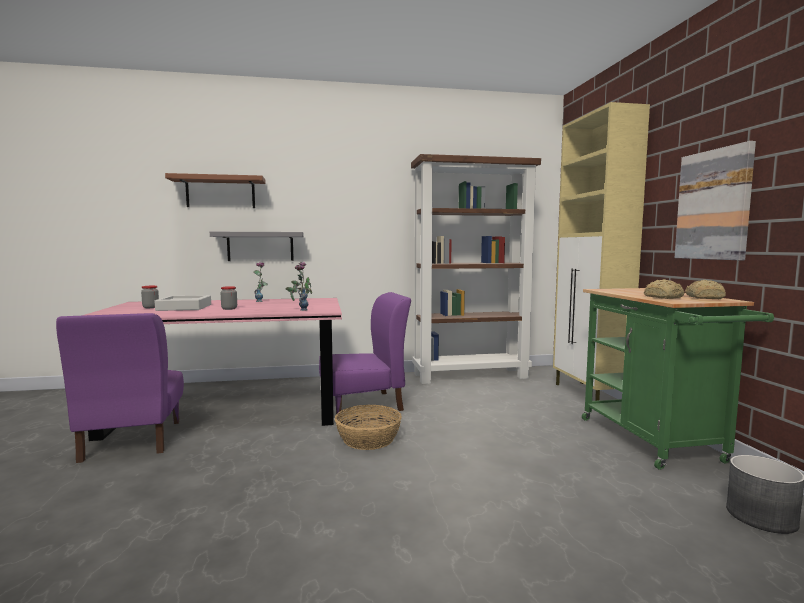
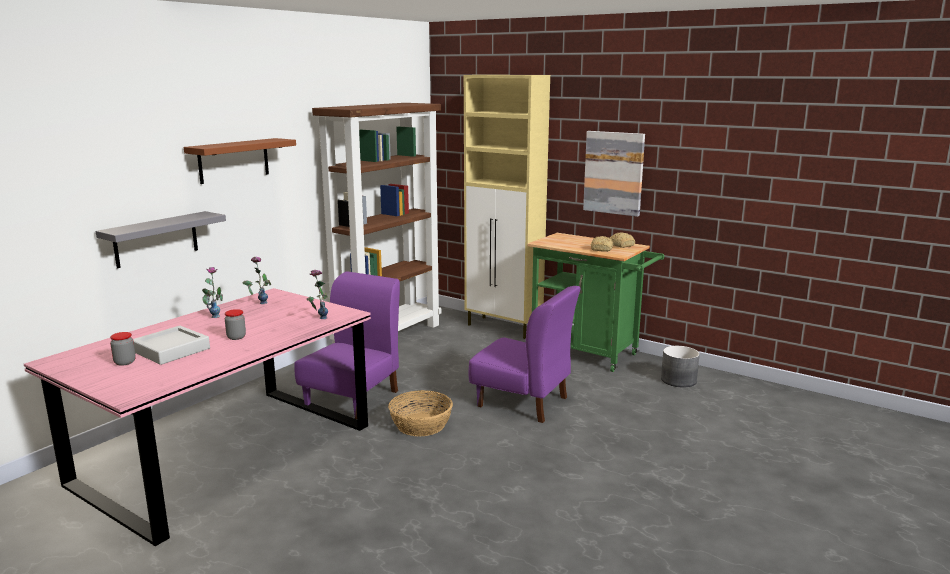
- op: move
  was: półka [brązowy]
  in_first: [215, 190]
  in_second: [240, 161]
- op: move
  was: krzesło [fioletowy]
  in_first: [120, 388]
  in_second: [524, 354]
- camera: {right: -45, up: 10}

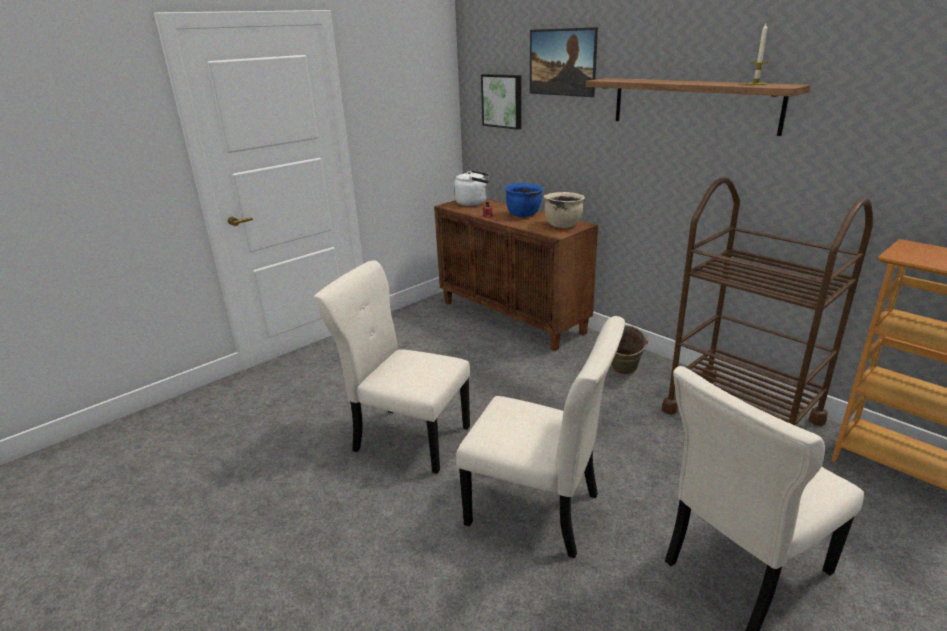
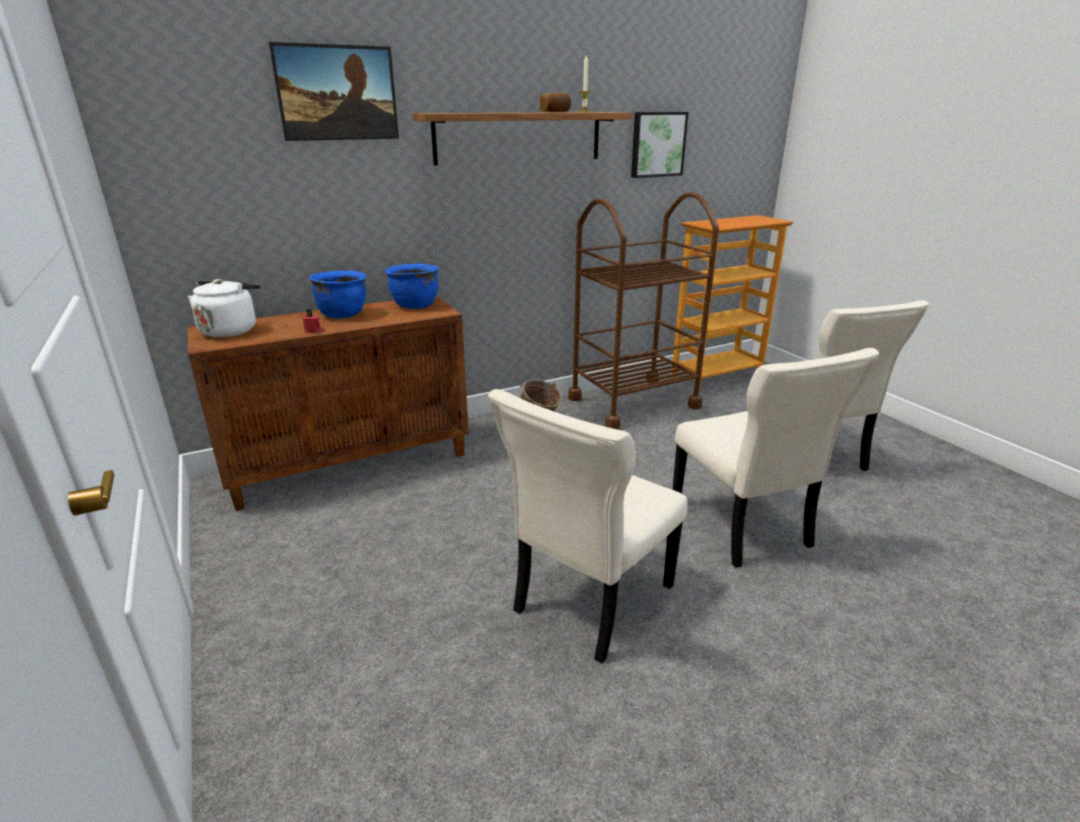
- op: recolor
  was: garnek [beżowy]
  now: garnek [niebieski]
  in_first: [564, 210]
  in_second: [411, 286]
- op: insert
  now: chleb
  in_second: [555, 102]
- op: move
  was: obraz
  in_first: [501, 102]
  in_second: [659, 145]
- op: rotate
  was: krzesło [beżowy]
  in_first: [540, 437]
  in_second: [776, 458]
  clockwise: 120
- camera: {right: -75, up: 0}

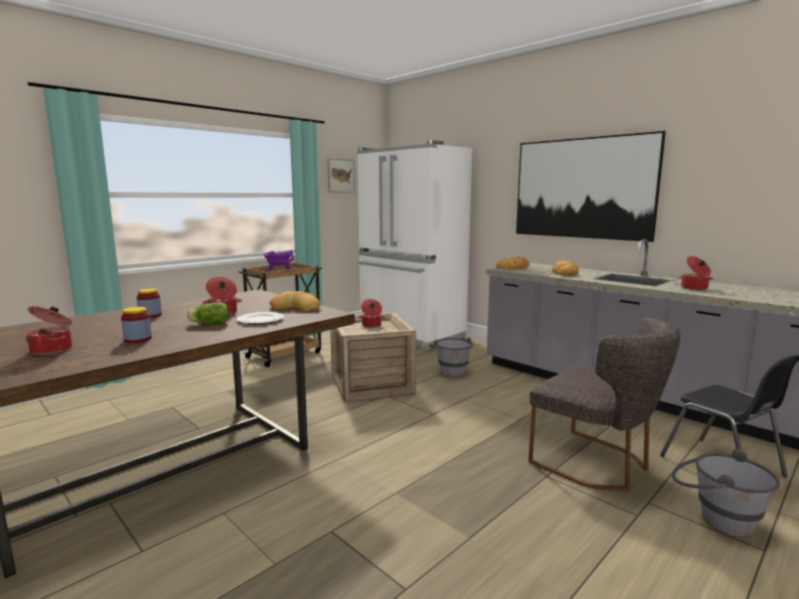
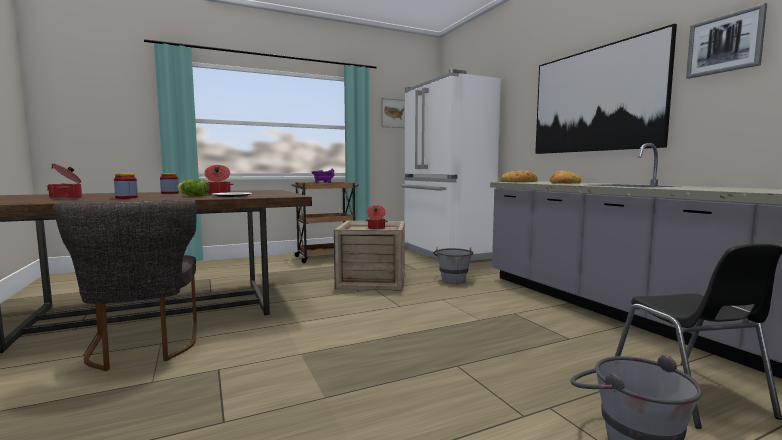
- op: move
  was: krzesło [szary]
  in_first: [604, 404]
  in_second: [125, 285]
- op: insert
  now: obraz
  in_second: [726, 41]
- op: delete
  was: chleb
  in_first: [295, 301]
- op: delete
  was: garnek
  in_first: [696, 273]
- camera: {right: 20, up: -5}

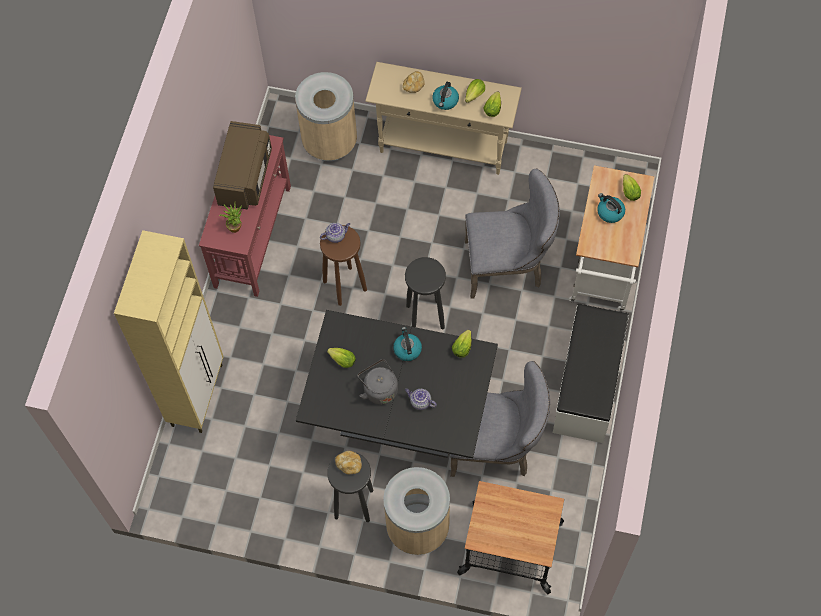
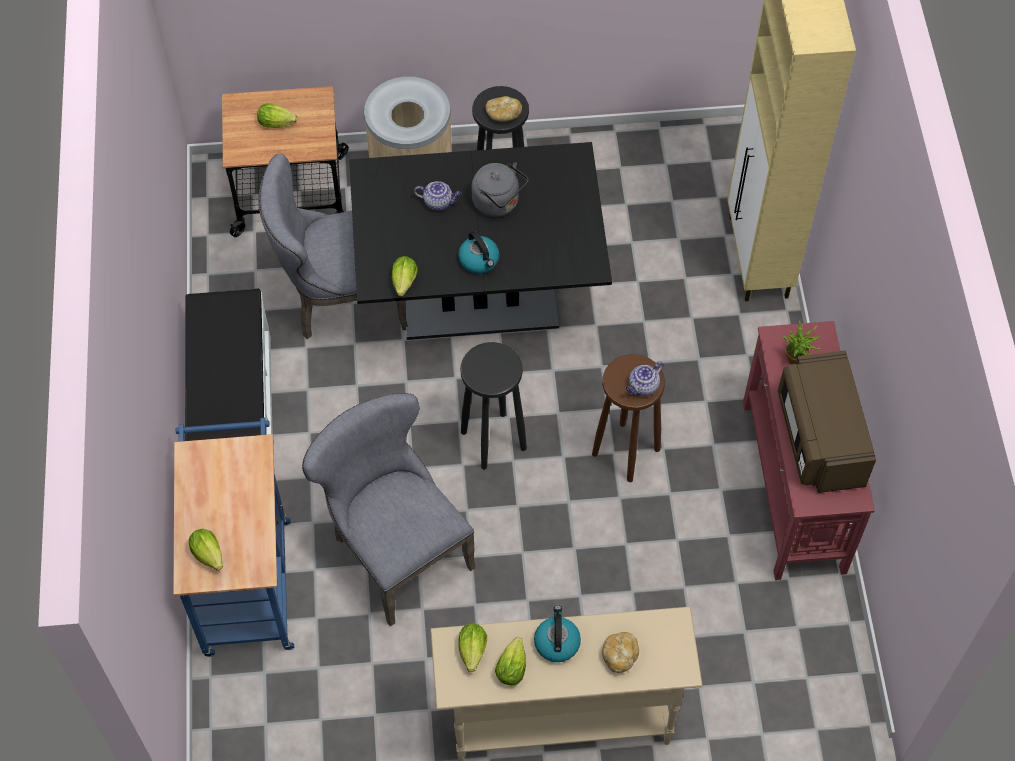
- op: recolor
  was: wózek [biały]
  now: wózek [niebieski]
  in_first: [611, 238]
  in_second: [234, 537]
- op: move
  was: sałata
  in_first: [341, 358]
  in_second: [277, 115]
- op: rotate
  was: krzesło [szary]
  in_first: [512, 234]
  in_second: [388, 510]
  clockwise: 75
- op: delete
  was: kosz na śmieci [beżowy]
  in_first: [326, 116]
- op: delete
  was: czajnik
  in_first: [611, 208]
- camera: {right: 160, up: -5}

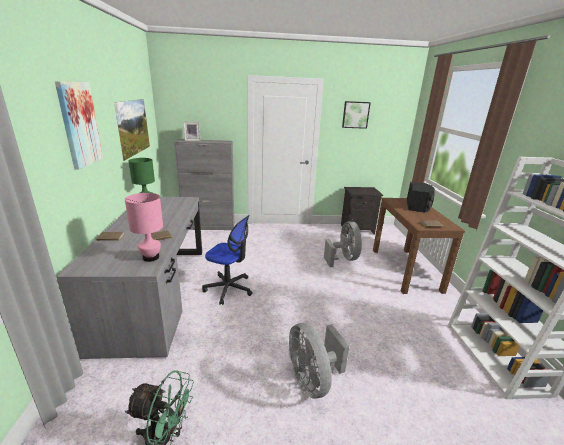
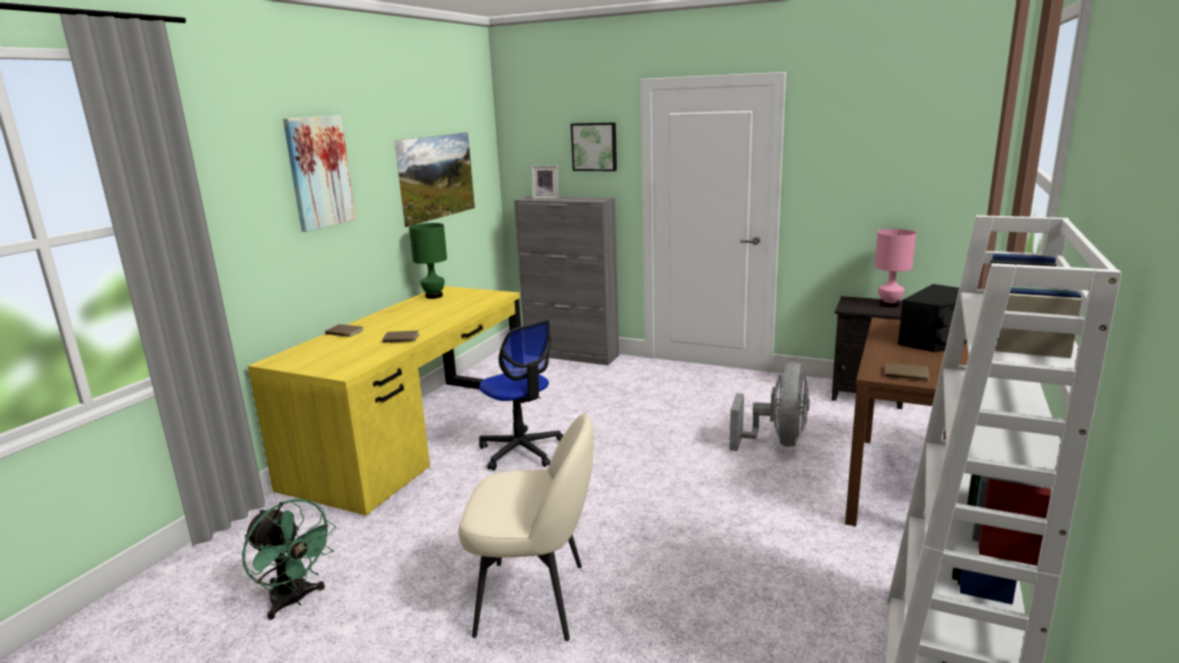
- op: recolor
  was: biurko [szary]
  now: biurko [żółty]
  in_first: [129, 278]
  in_second: [384, 401]
- op: replace
  was: wentylator [szary]
  now: krzesło [beżowy]
  in_first: [319, 361]
  in_second: [525, 527]
- op: move
  was: obraz
  in_first: [356, 115]
  in_second: [594, 146]
- op: move
  was: lampa stołowa [różowy]
  in_first: [144, 227]
  in_second: [895, 268]
- camera: {right: 30, up: -5}

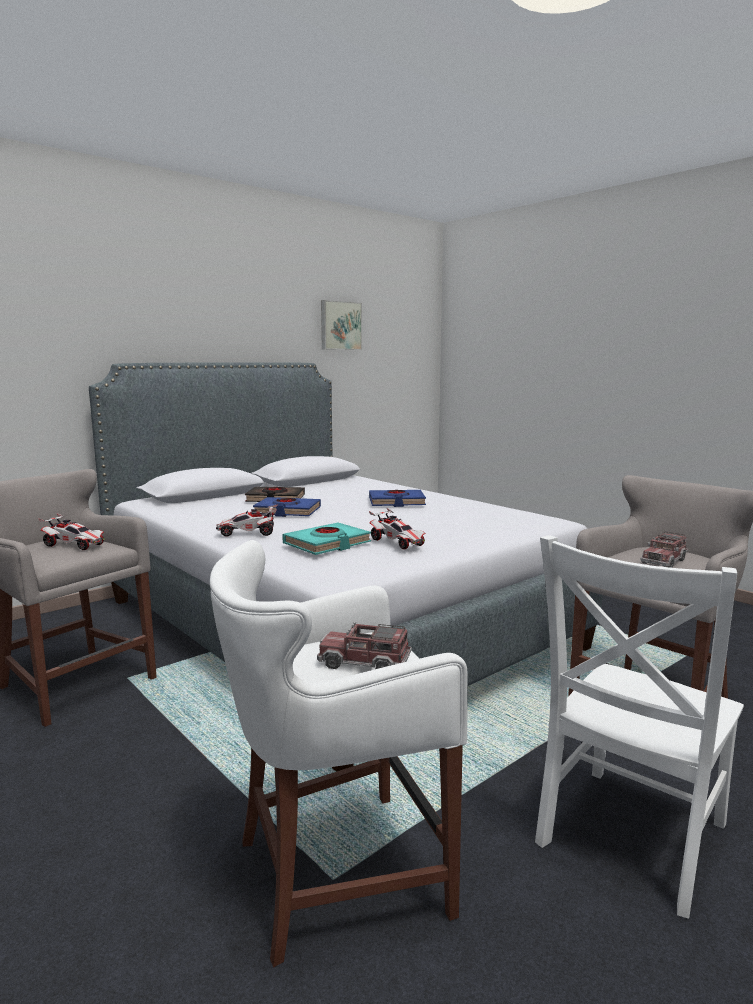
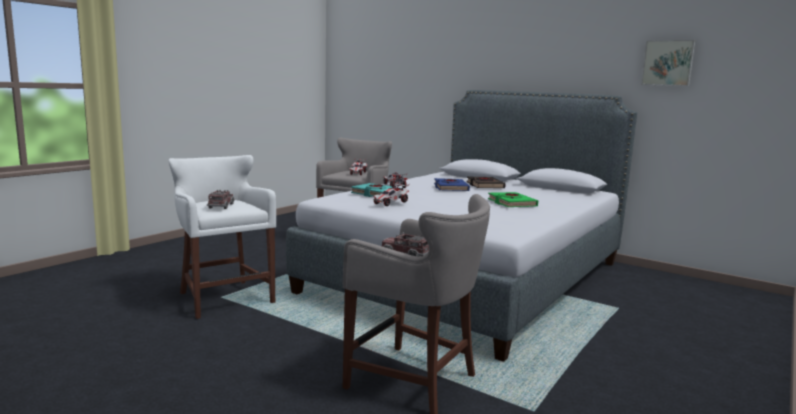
- op: recolor
  was: książka [niebieski]
  now: książka [zielony]
  in_first: [397, 498]
  in_second: [513, 199]
- op: delete
  was: krzesło [biały]
  in_first: [639, 727]
- camera: {right: 75, up: 0}

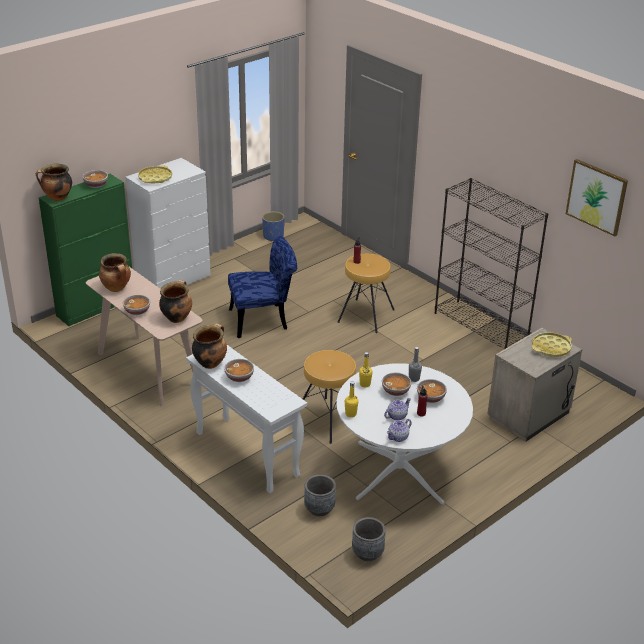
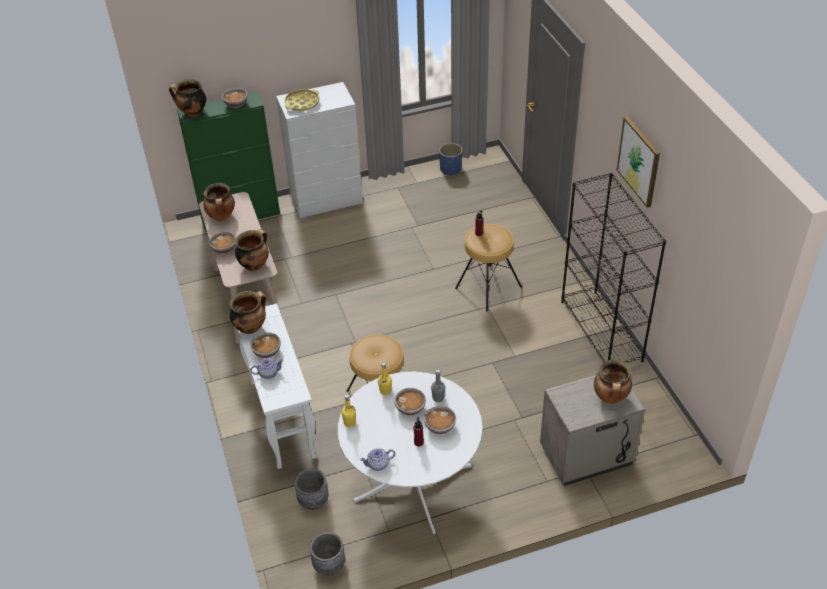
- op: move
  was: imbryk
  in_first: [397, 409]
  in_second: [267, 368]
- op: replace
  was: taca [żółty]
  now: garnek
  in_first: [552, 344]
  in_second: [613, 382]
- op: move
  was: obraz
  in_first: [597, 197]
  in_second: [638, 162]
- op: delete
  was: krzesło [niebieski]
  in_first: [262, 287]
- camera: {right: 25, up: 10}

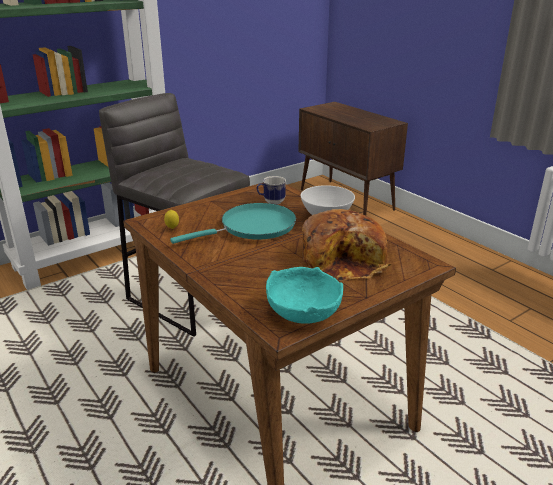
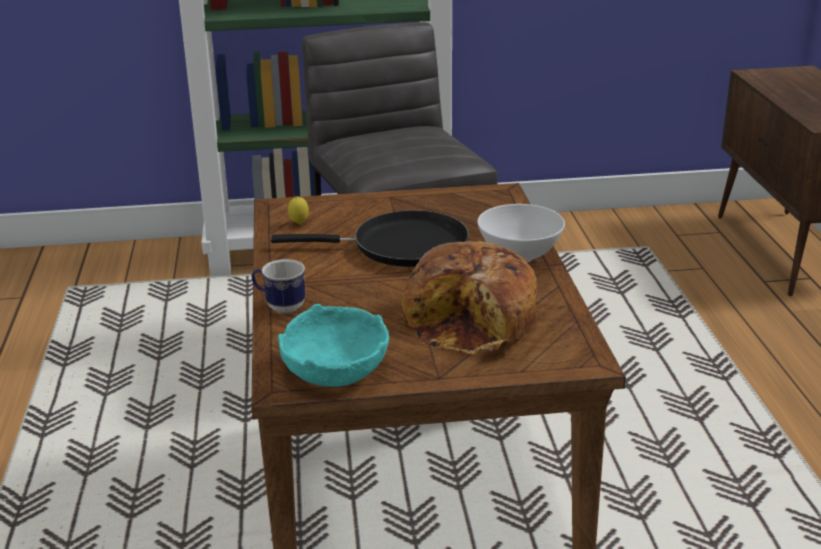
- op: move
  was: kubek
  in_first: [271, 190]
  in_second: [278, 286]
- op: recolor
  was: patelnia [turkusowy]
  now: patelnia [czarny]
  in_first: [233, 223]
  in_second: [370, 238]
- camera: {right: 30, up: 0}

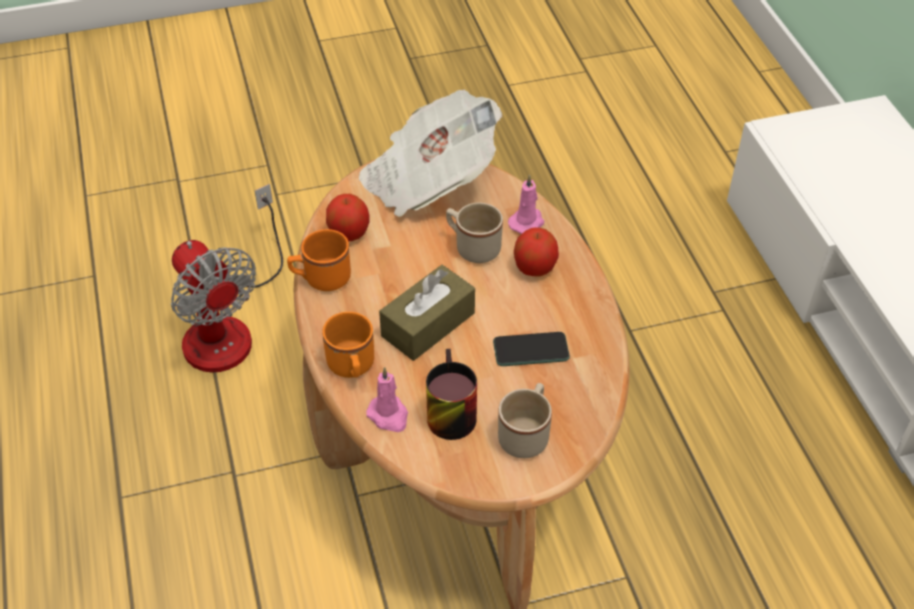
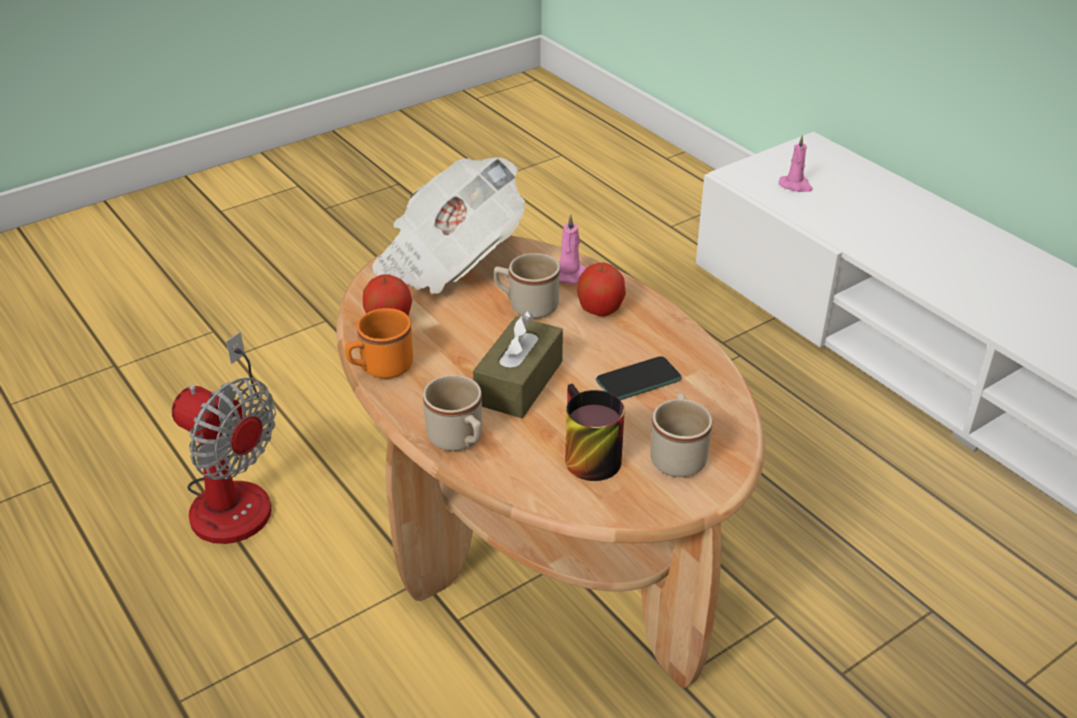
- op: recolor
  was: kubek [pomarańczowy]
  now: kubek [beżowy]
  in_first: [348, 345]
  in_second: [452, 413]
- op: move
  was: świeca [różowy]
  in_first: [387, 399]
  in_second: [796, 163]
- camera: {right: -20, up: -10}

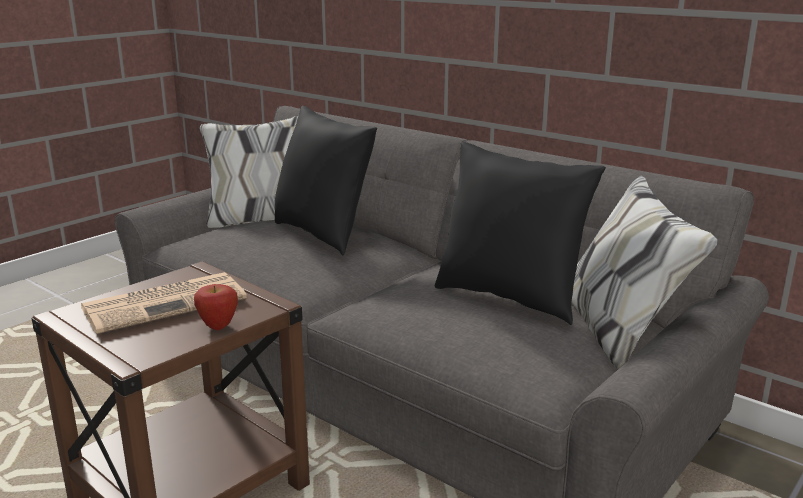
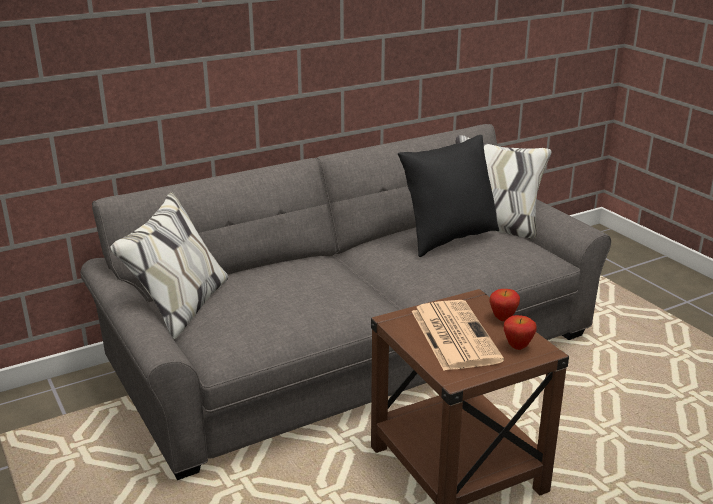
- op: insert
  now: jabłko
  in_second: [520, 332]
- op: delete
  was: poduszka [czarny]
  in_first: [326, 180]
- camera: {right: -70, up: 5}

